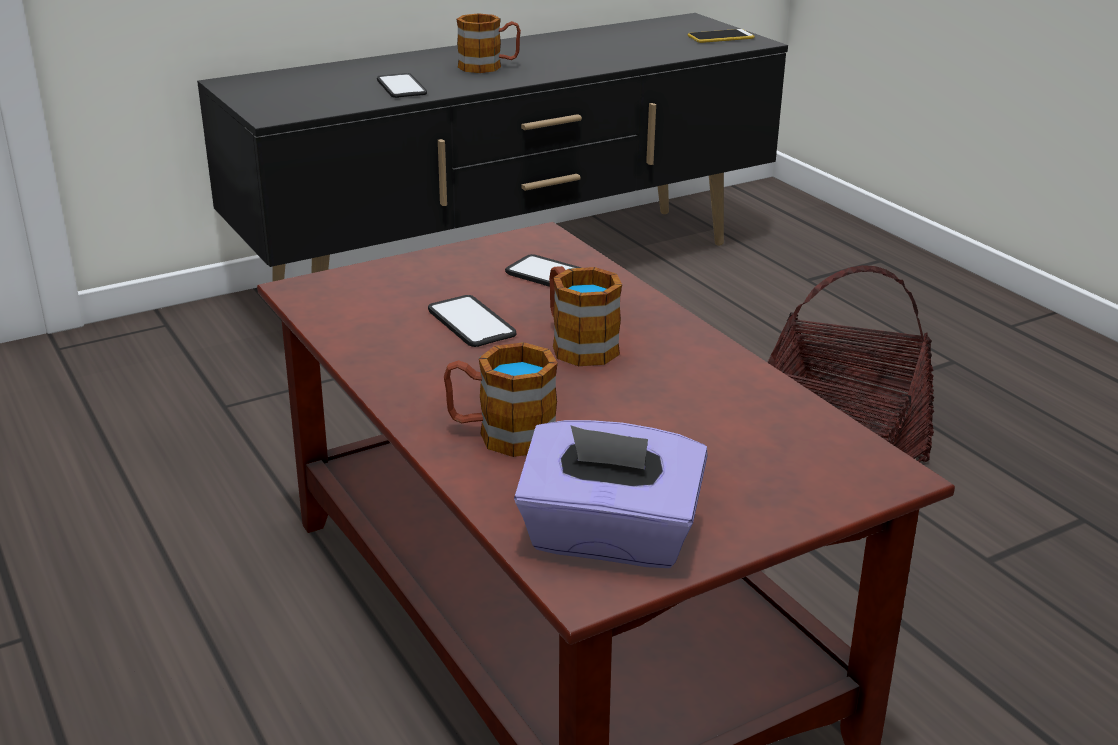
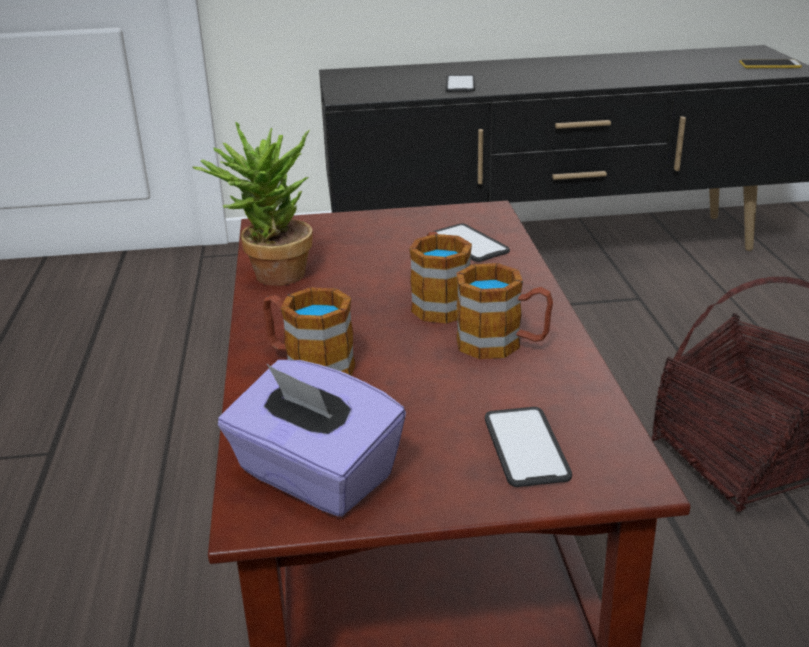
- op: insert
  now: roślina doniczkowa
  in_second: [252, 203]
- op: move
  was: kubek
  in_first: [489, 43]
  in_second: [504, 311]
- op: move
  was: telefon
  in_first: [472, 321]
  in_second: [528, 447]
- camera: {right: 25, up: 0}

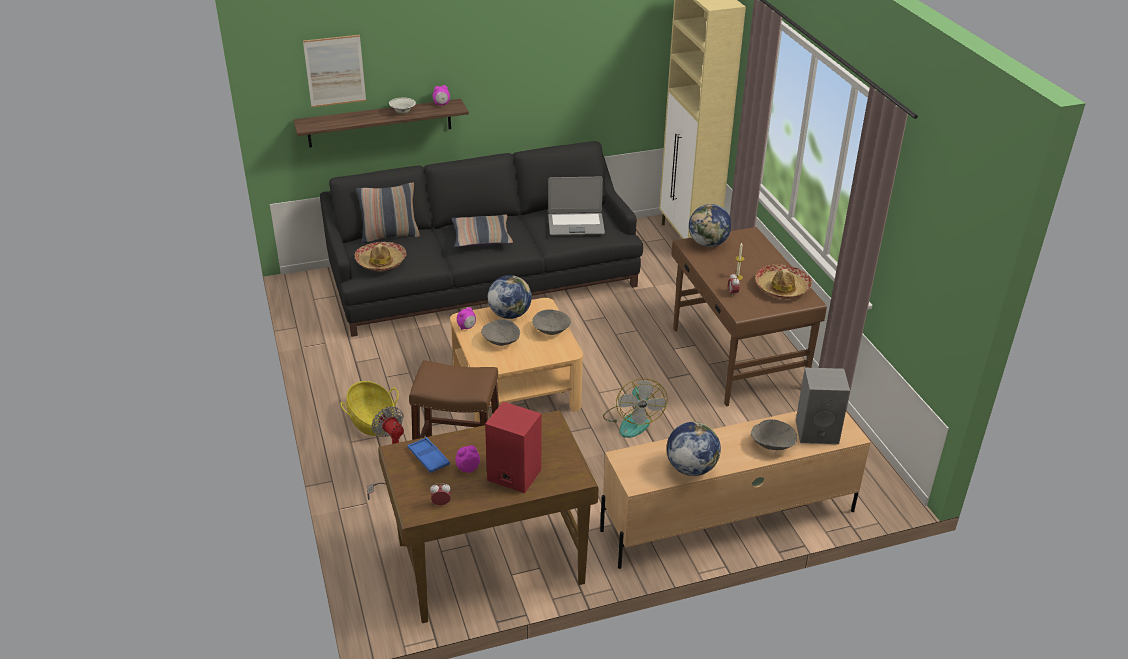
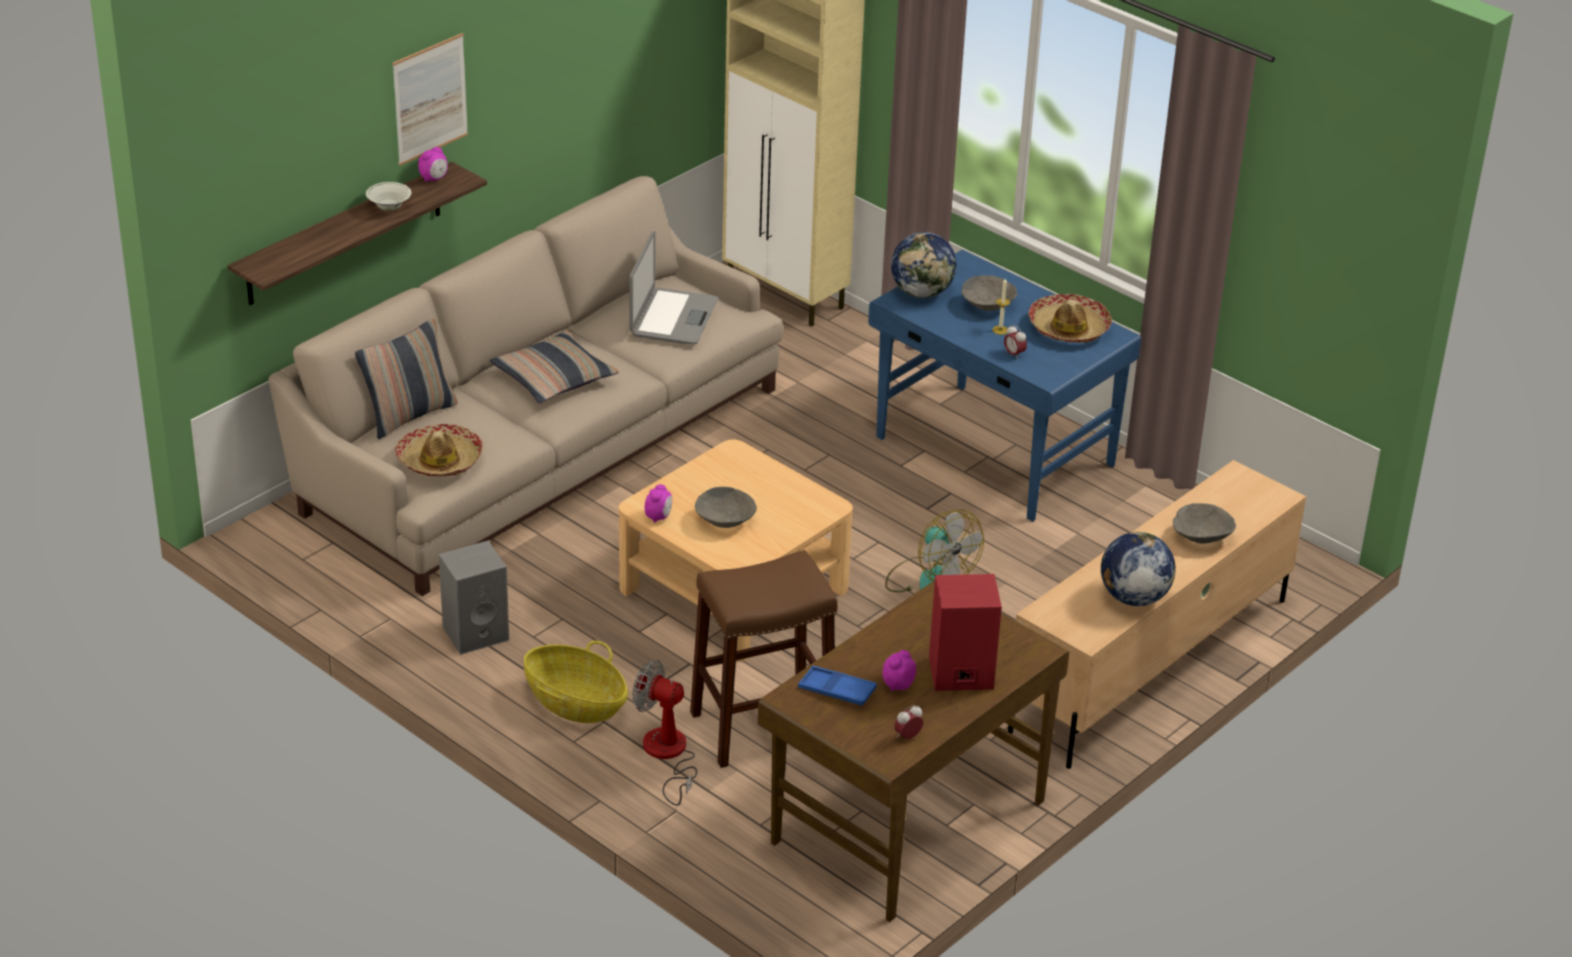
- op: recolor
  was: kanapa [czarny]
  now: kanapa [beżowy]
  in_first: [481, 239]
  in_second: [526, 386]
- op: move
  was: obraz
  in_first: [334, 71]
  in_second: [430, 99]
- op: move
  was: głośnik [szary]
  in_first: [823, 406]
  in_second: [474, 598]
- op: rotate
  was: laptop
  in_first: [576, 206]
  in_second: [673, 287]
  clockwise: -45
- op: recolor
  was: biurko [brązowy]
  now: biurko [niebieski]
  in_first: [749, 317]
  in_second: [1004, 386]
- op: move
  was: miska [szary]
  in_first: [551, 322]
  in_second: [990, 293]
- op: delete
  was: globus
  in_first: [510, 297]
- camera: {right: -30, up: 0}

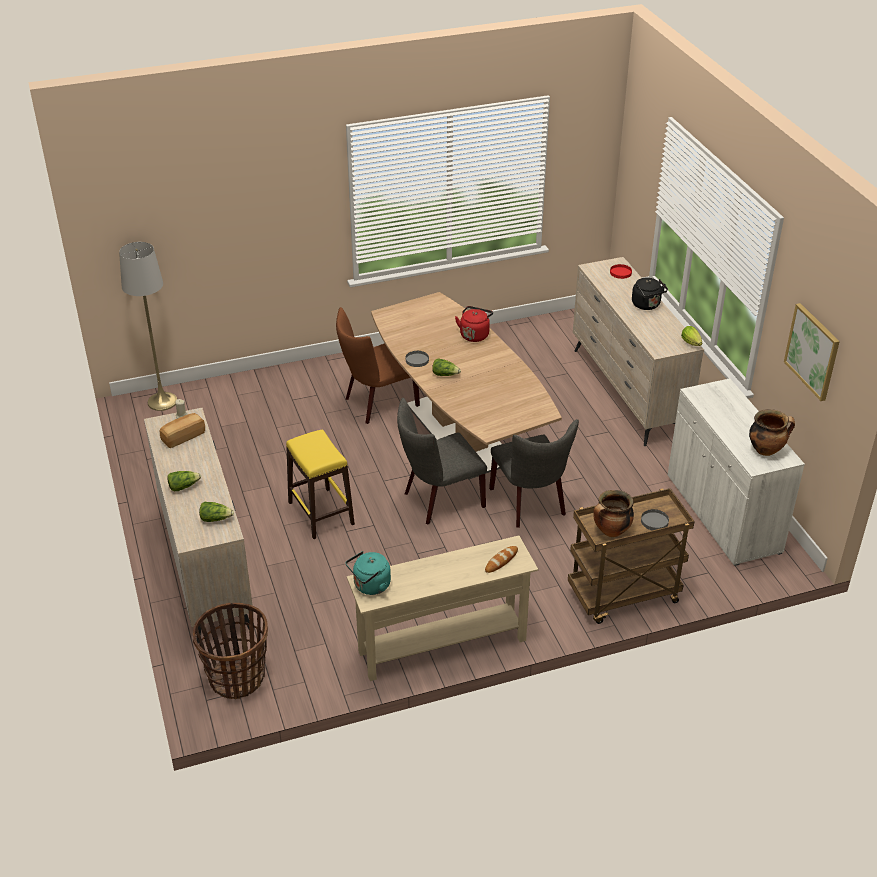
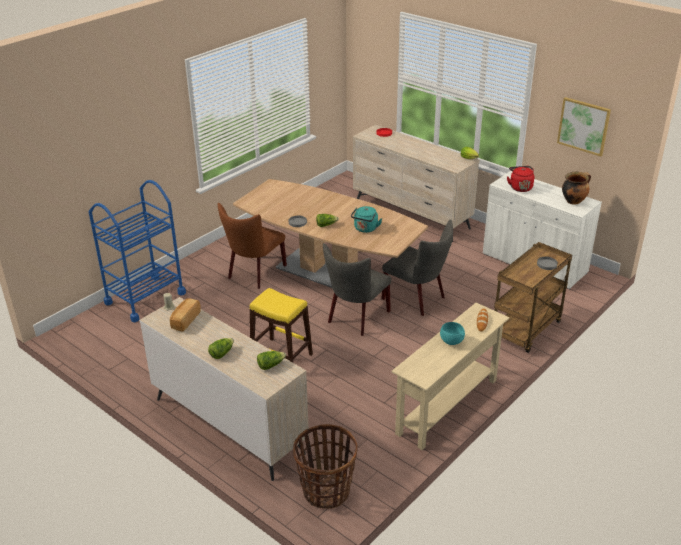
- op: insert
  now: wózek [niebieski]
  in_second: [137, 251]
- op: move
  was: czajnik [turkusowy]
  in_first: [368, 573]
  in_second: [366, 219]
- op: insert
  now: miska [turkusowy]
  in_second: [452, 333]
- op: move
  was: czajnik [czerwony]
  in_first: [474, 324]
  in_second: [520, 179]
- op: delete
  was: lampa stojąca [szary]
  in_first: [148, 326]
- op: delete
  was: garnek
  in_first: [614, 513]
- op: delete
  was: czajnik [czarny]
  in_first: [650, 294]
- camera: {right: -30, up: -5}

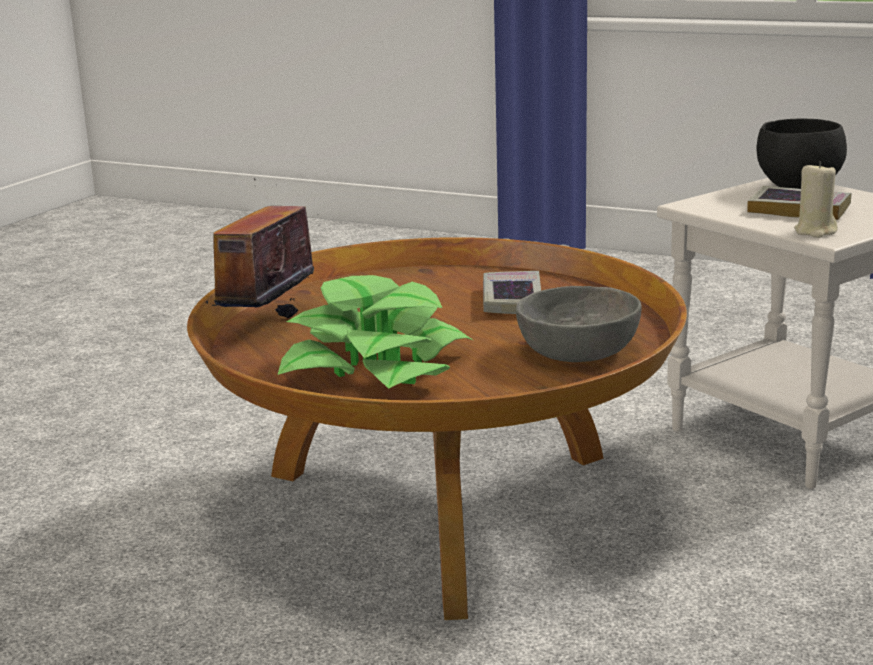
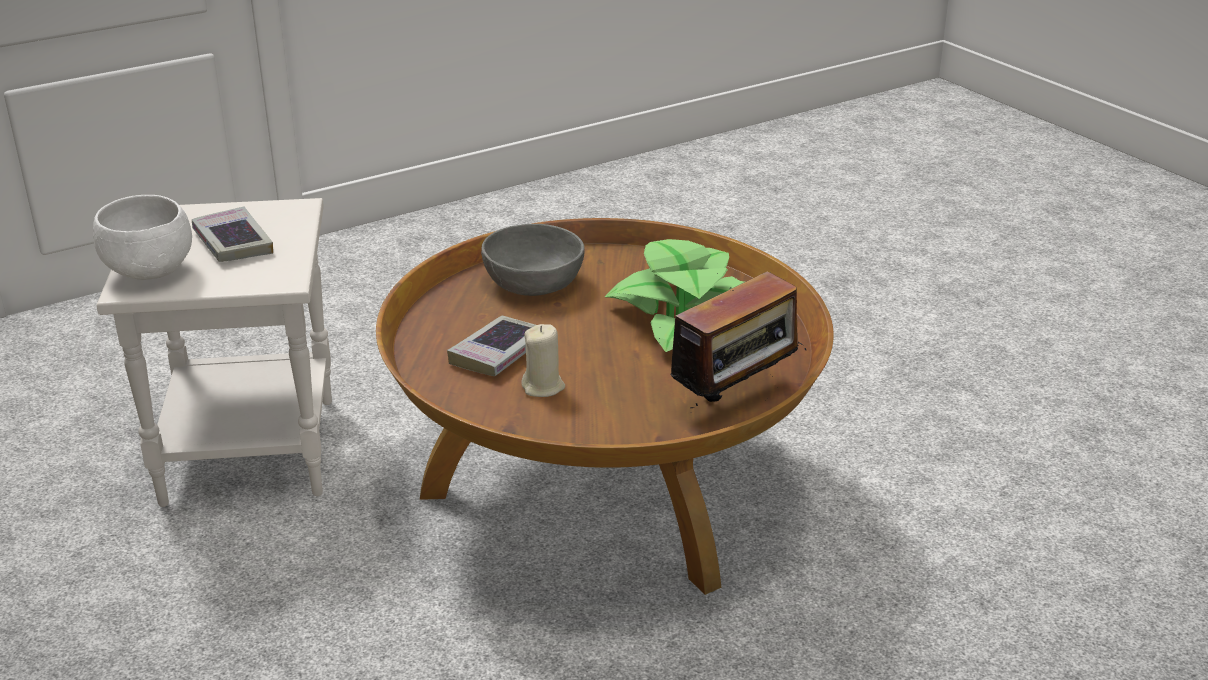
- op: recolor
  was: miska [czarny]
  now: miska [biały]
  in_first: [801, 154]
  in_second: [142, 237]
- op: move
  was: świeca [beżowy]
  in_first: [816, 199]
  in_second: [543, 360]
- camera: {right: -150, up: 10}

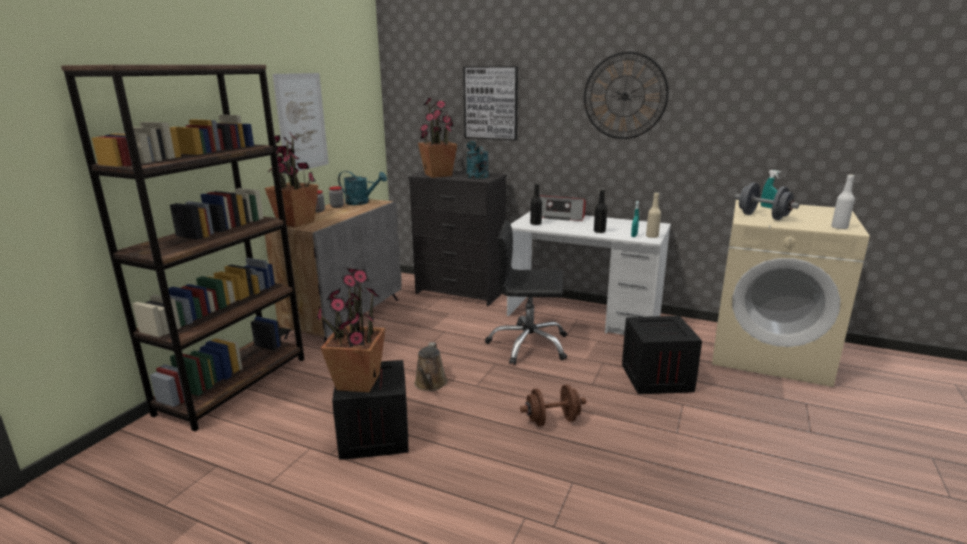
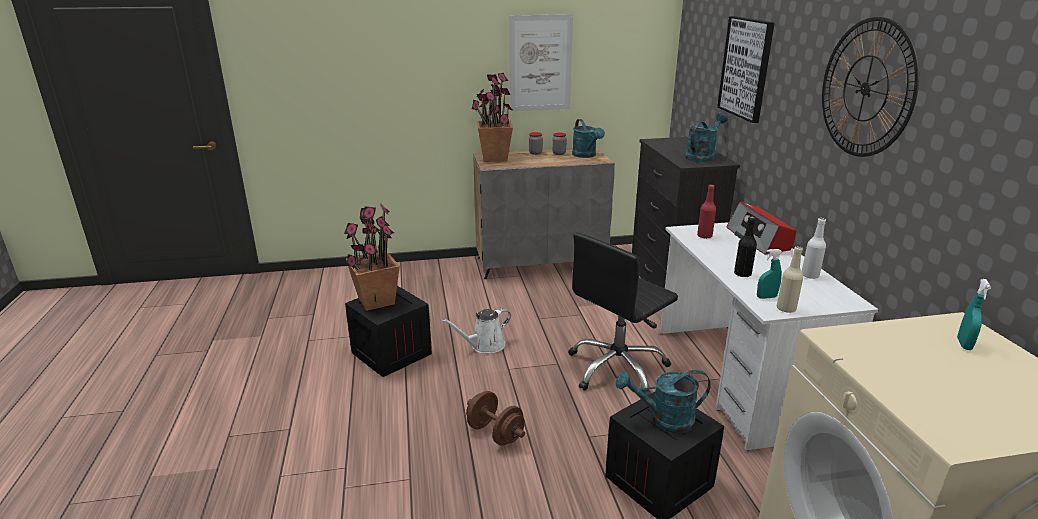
- op: recolor
  was: konewka [brązowy]
  now: konewka [biały]
  in_first: [431, 366]
  in_second: [476, 331]
- op: rotate
  was: krzesło biurowe [czarny]
  in_first: [526, 292]
  in_second: [623, 314]
  clockwise: -105
- op: insert
  now: konewka [turkusowy]
  in_second: [663, 401]
- op: recolor
  was: butelka [czarny]
  now: butelka [czerwony]
  in_first: [536, 204]
  in_second: [706, 212]
- op: move
  was: butelka [biały]
  in_first: [843, 202]
  in_second: [814, 248]
- op: delete
  was: regał [brązowy]
  in_first: [182, 248]
- op: delete
  was: roślina doniczkowa
  in_first: [437, 138]
- op: delete
  was: hantel [szary]
  in_first: [767, 201]
- camera: {right: 55, up: 5}

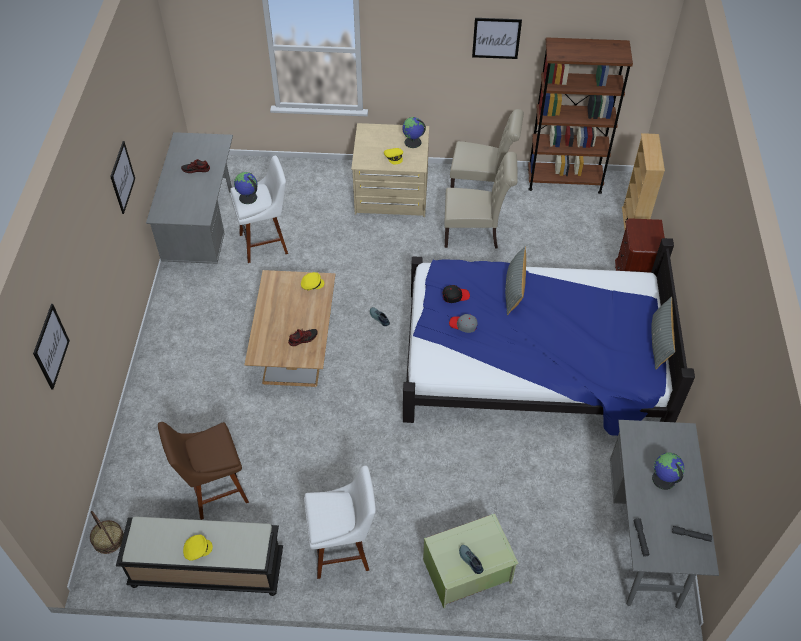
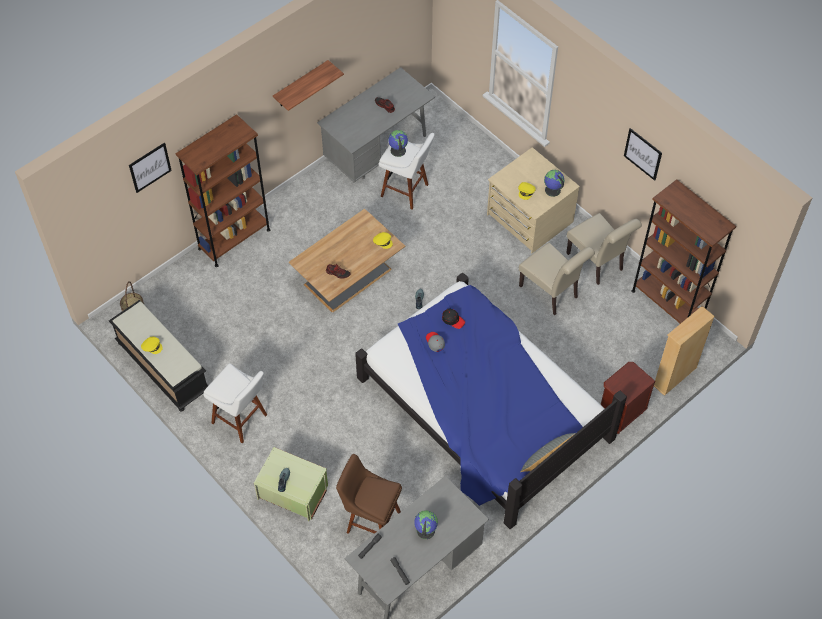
- op: insert
  now: regał [brązowy]
  in_second: [223, 190]
- op: replace
  was: obraz
  now: półka
  in_first: [122, 177]
  in_second: [308, 85]
- op: move
  was: stołek [brązowy]
  in_first: [203, 471]
  in_second: [369, 494]
- op: delete
  was: poduszka [szary]
  in_first: [515, 280]
- camera: {right: 45, up: 5}

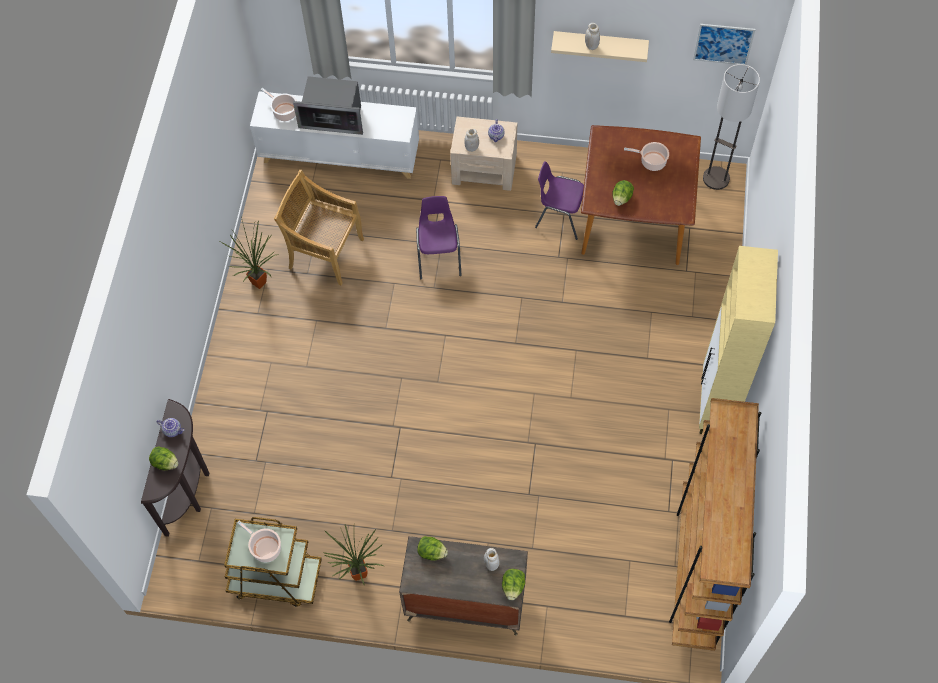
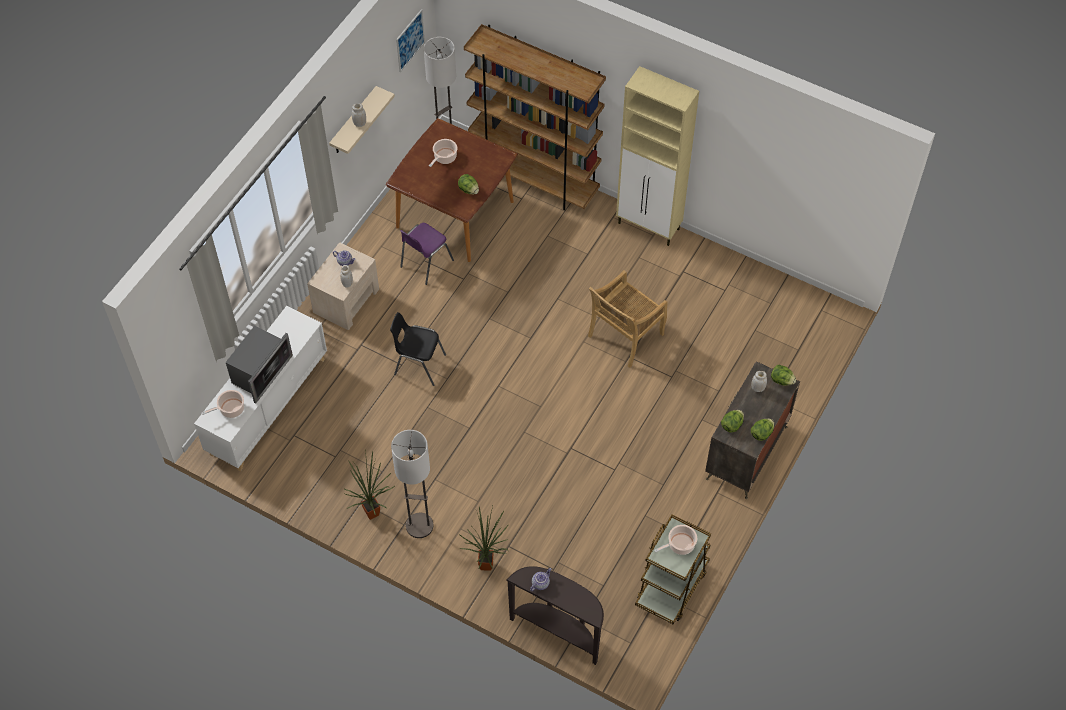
- op: recolor
  was: krzesło [fioletowy]
  now: krzesło [czarny]
  in_first: [439, 238]
  in_second: [418, 349]
- op: insert
  now: lampa stojąca
  in_second: [412, 484]
- op: move
  was: roślina doniczkowa
  in_first: [353, 554]
  in_second: [484, 538]
- op: move
  was: regał [brązowy]
  in_first: [715, 524]
  in_second: [535, 117]
- op: move
  was: krzesło [beżowy]
  in_first: [319, 228]
  in_second: [627, 319]
- op: move
  was: sałata
  in_first: [164, 458]
  in_second: [762, 430]
- camera: {right: -70, up: -5}

